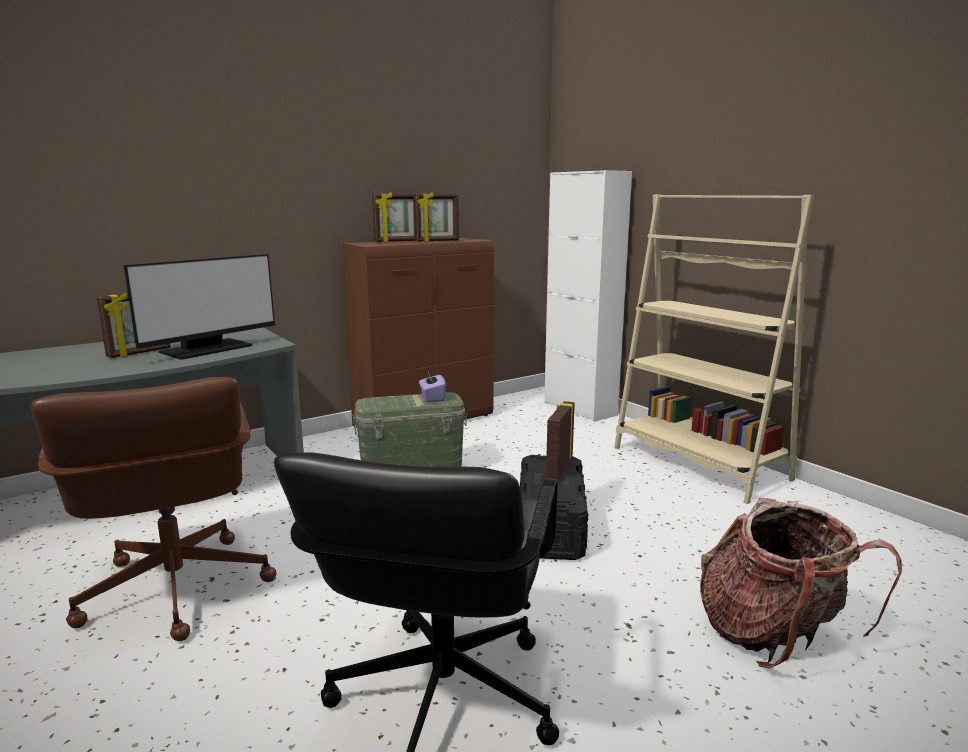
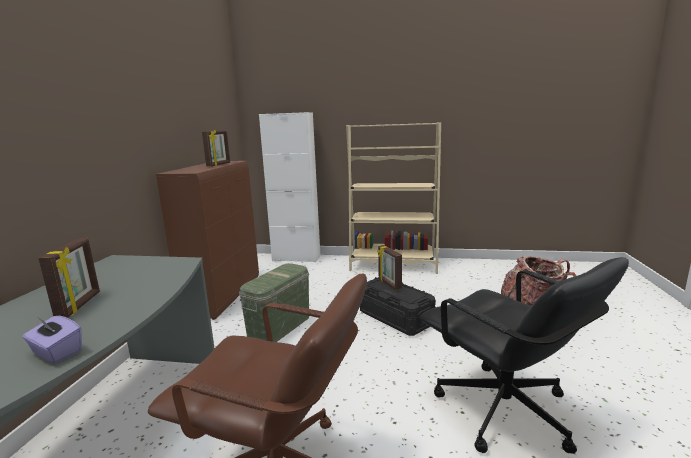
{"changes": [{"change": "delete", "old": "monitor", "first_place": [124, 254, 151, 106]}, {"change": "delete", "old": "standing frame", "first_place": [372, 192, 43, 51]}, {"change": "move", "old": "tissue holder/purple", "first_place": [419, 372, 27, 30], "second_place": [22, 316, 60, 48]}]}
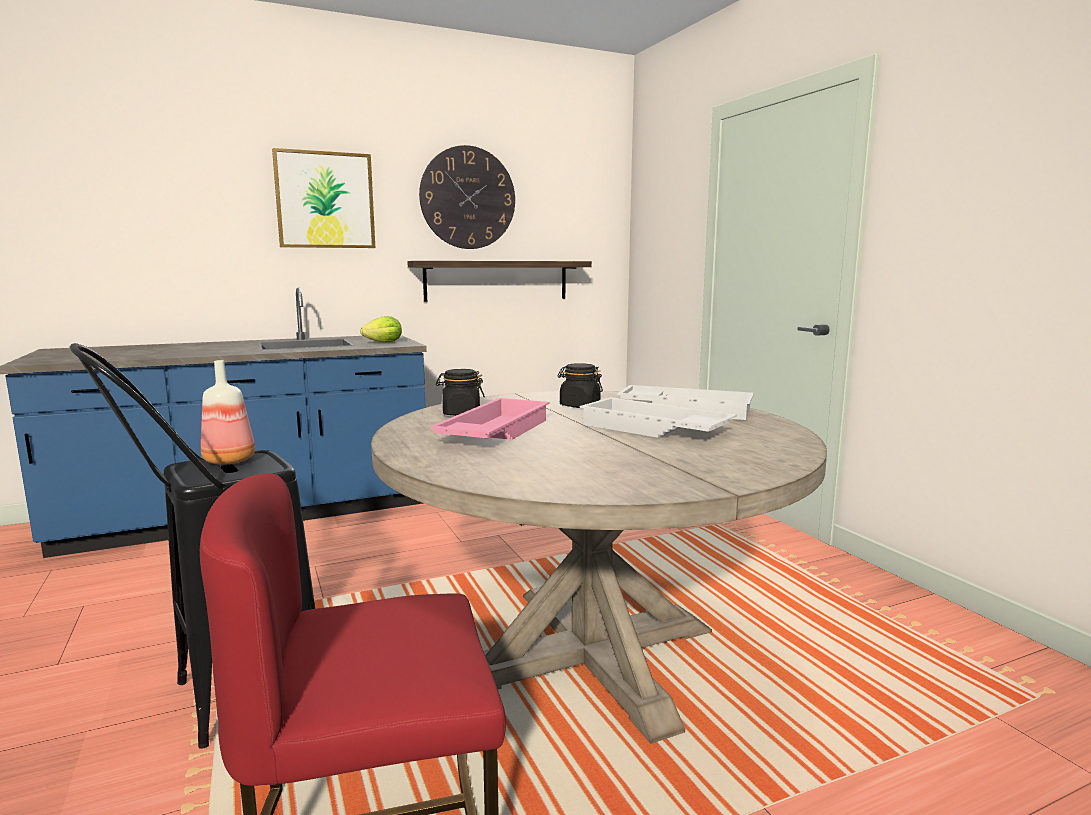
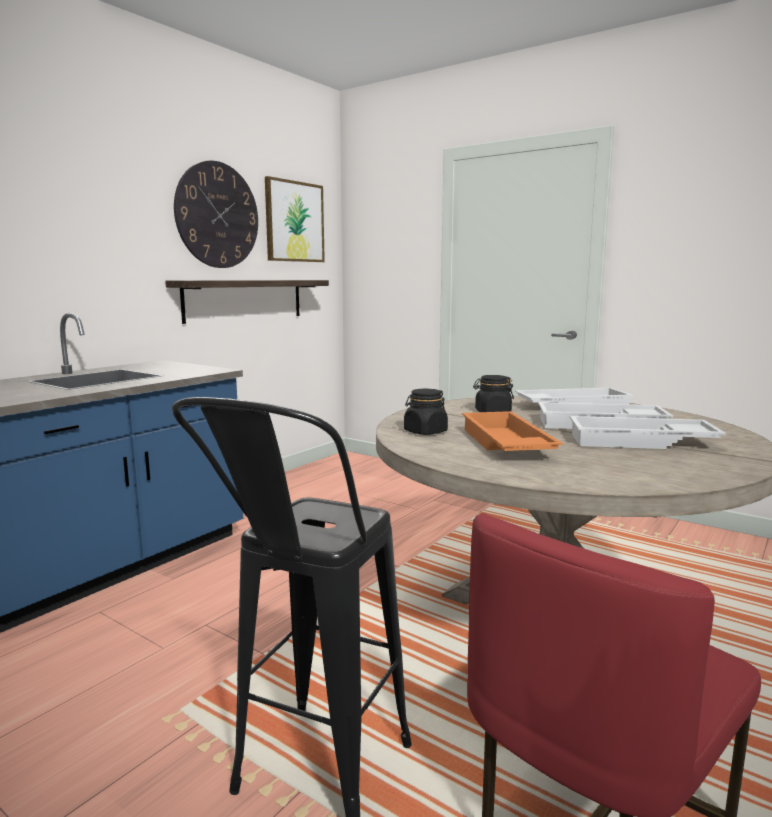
{"changes": [{"change": "delete", "old": "beverage bottle", "first_place": [201, 360, 54, 105]}, {"change": "delete", "old": "lettuce", "first_place": [360, 316, 42, 26]}, {"change": "insert", "new": "tray/whitish", "second_place": [570, 416, 156, 33]}, {"change": "move", "old": "wall picture", "first_place": [272, 148, 103, 100], "second_place": [265, 176, 60, 86]}, {"change": "recolor", "old": "tray/pink", "new": "tray/orange-coloured", "first_place": [430, 398, 120, 42], "second_place": [462, 411, 101, 40]}]}
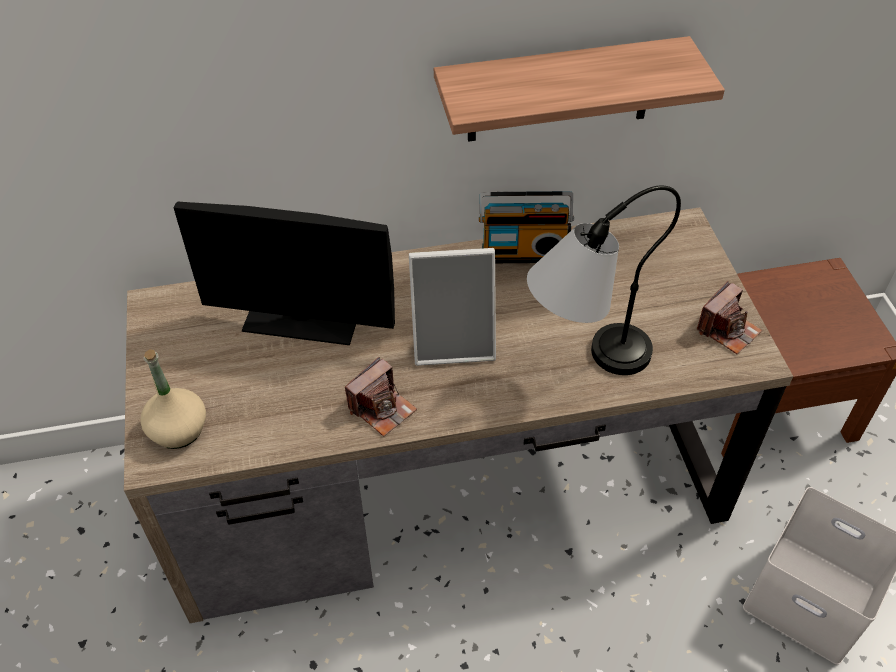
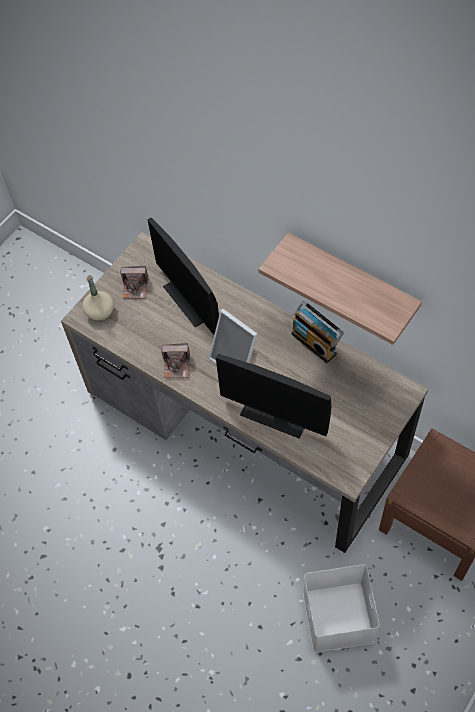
{"changes": [{"change": "move", "old": "photo camera", "first_place": [697, 281, 65, 73], "second_place": [120, 266, 28, 33]}, {"change": "replace", "old": "table lamp", "new": "monitor", "first_place": [527, 186, 154, 189], "second_place": [216, 354, 115, 85]}]}
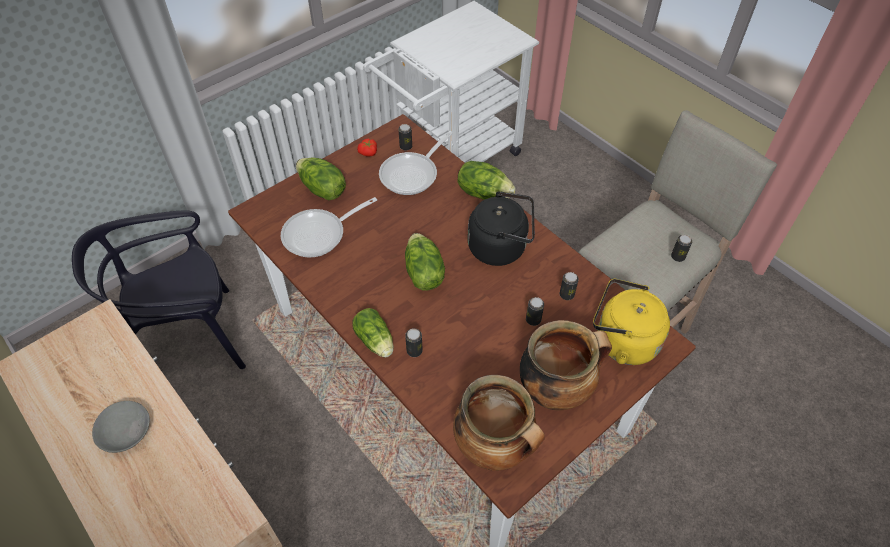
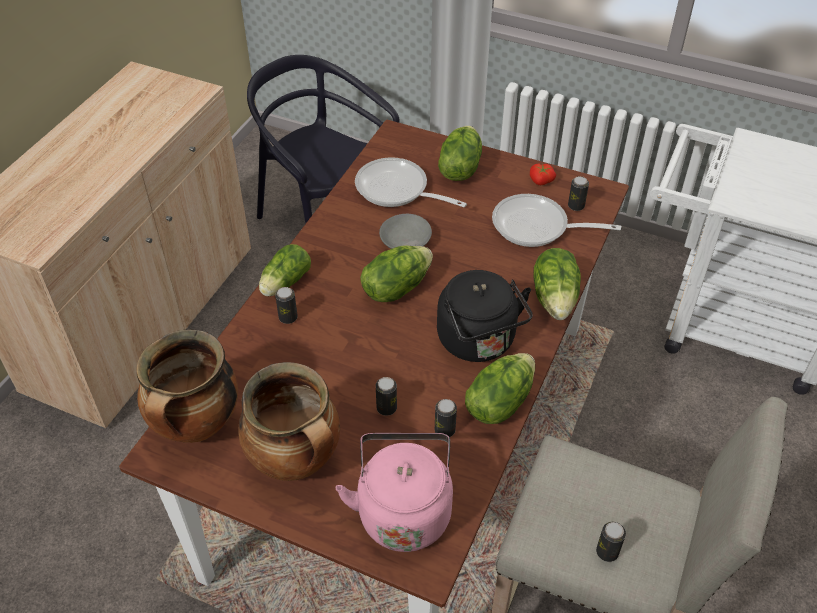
{"changes": [{"change": "insert", "new": "lettuce", "second_place": [465, 353, 70, 71]}, {"change": "move", "old": "serving bowl/grey", "first_place": [92, 401, 58, 52], "second_place": [379, 214, 53, 35]}, {"change": "recolor", "old": "kettle/yellowish", "new": "kettle/pink", "first_place": [593, 278, 77, 87], "second_place": [336, 433, 117, 119]}]}
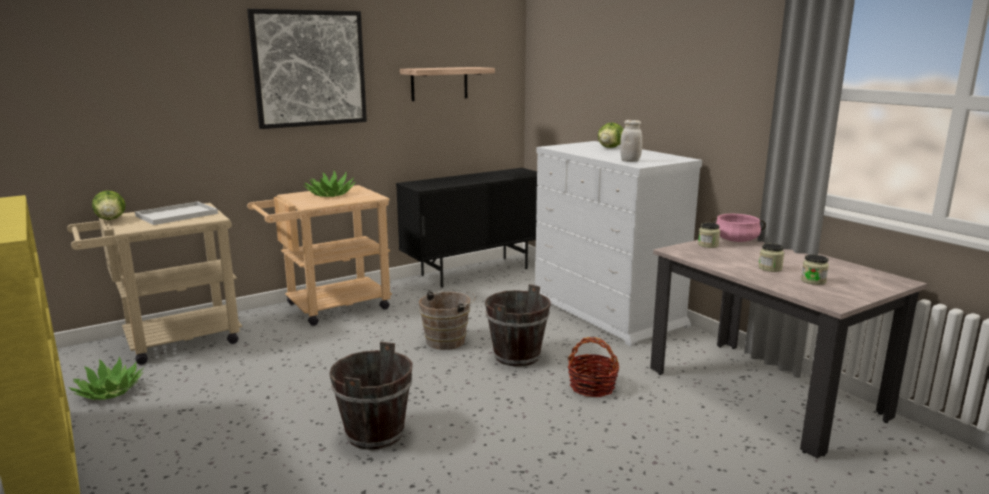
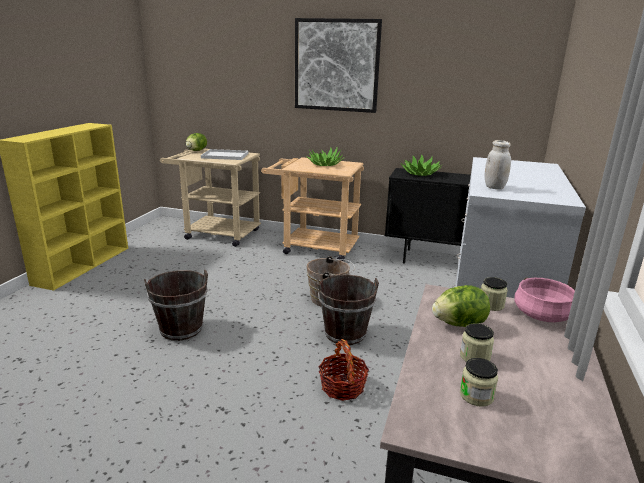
{"changes": [{"change": "delete", "old": "bracket shelf", "first_place": [400, 67, 95, 34]}, {"change": "move", "old": "plant in a pot", "first_place": [68, 357, 76, 43], "second_place": [401, 154, 42, 22]}, {"change": "move", "old": "lettuce", "first_place": [598, 122, 26, 26], "second_place": [432, 285, 58, 42]}]}
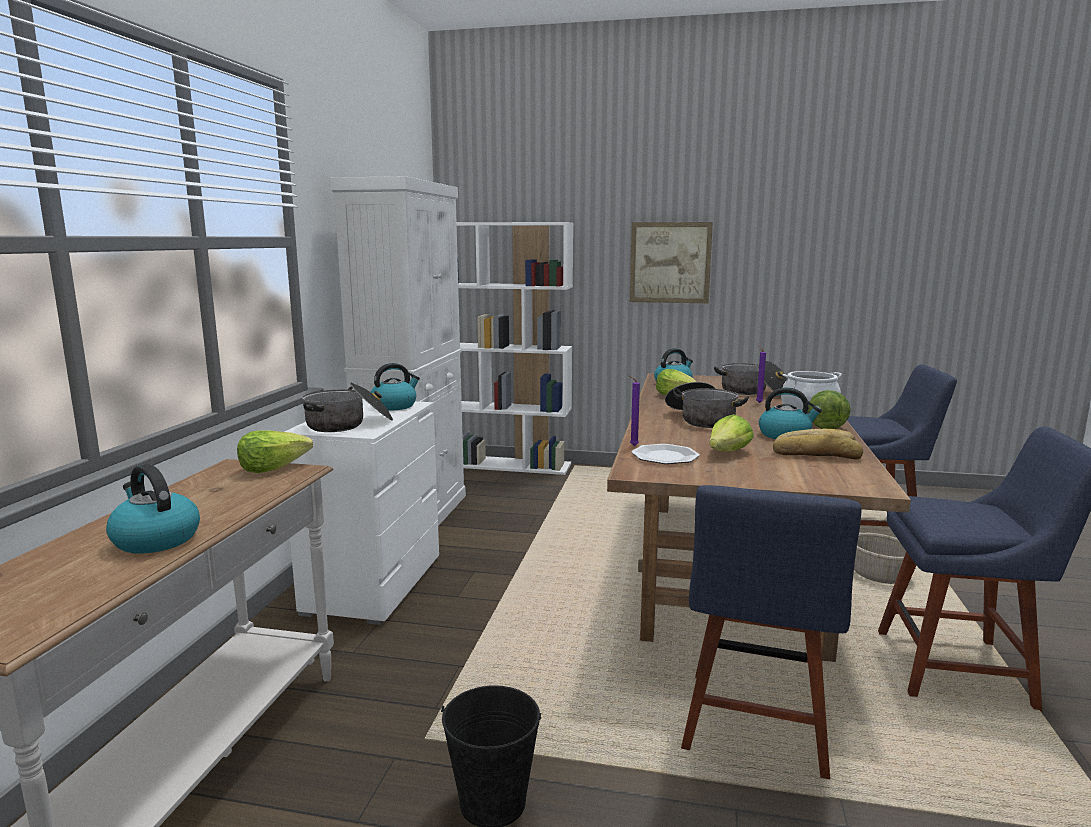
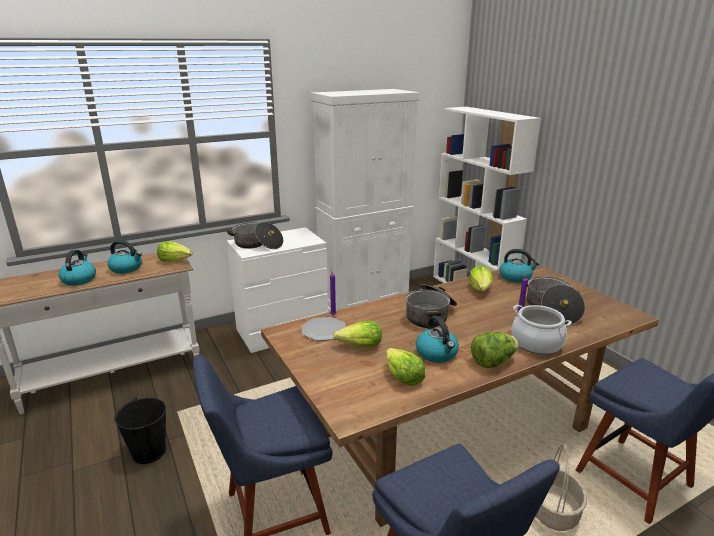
{"changes": [{"change": "delete", "old": "wall picture", "first_place": [630, 222, 83, 81]}, {"change": "move", "old": "kettle", "first_place": [371, 363, 49, 48], "second_place": [107, 240, 35, 34]}, {"change": "replace", "old": "bread", "new": "lettuce", "first_place": [773, 428, 90, 32], "second_place": [386, 348, 39, 38]}]}
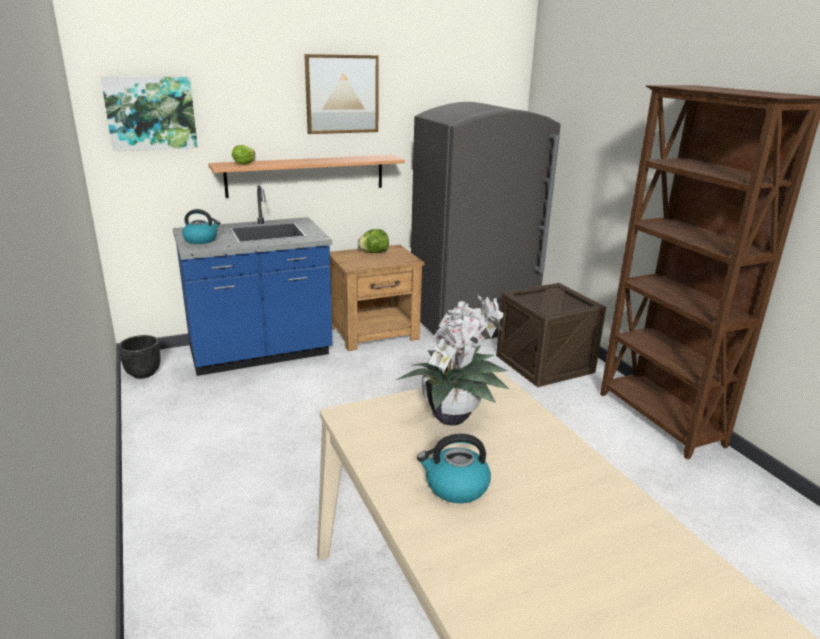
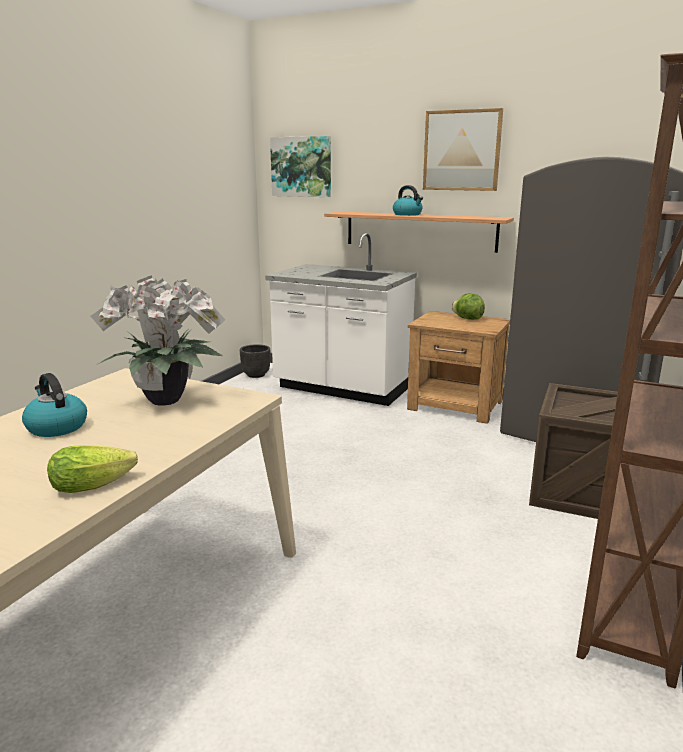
{"changes": [{"change": "move", "old": "kettle", "first_place": [182, 209, 38, 35], "second_place": [393, 185, 30, 31]}, {"change": "move", "old": "lettuce", "first_place": [232, 145, 23, 20], "second_place": [47, 445, 91, 48]}, {"change": "recolor", "old": "counter/blue", "new": "counter/whitish", "first_place": [173, 185, 159, 191], "second_place": [265, 233, 152, 173]}]}
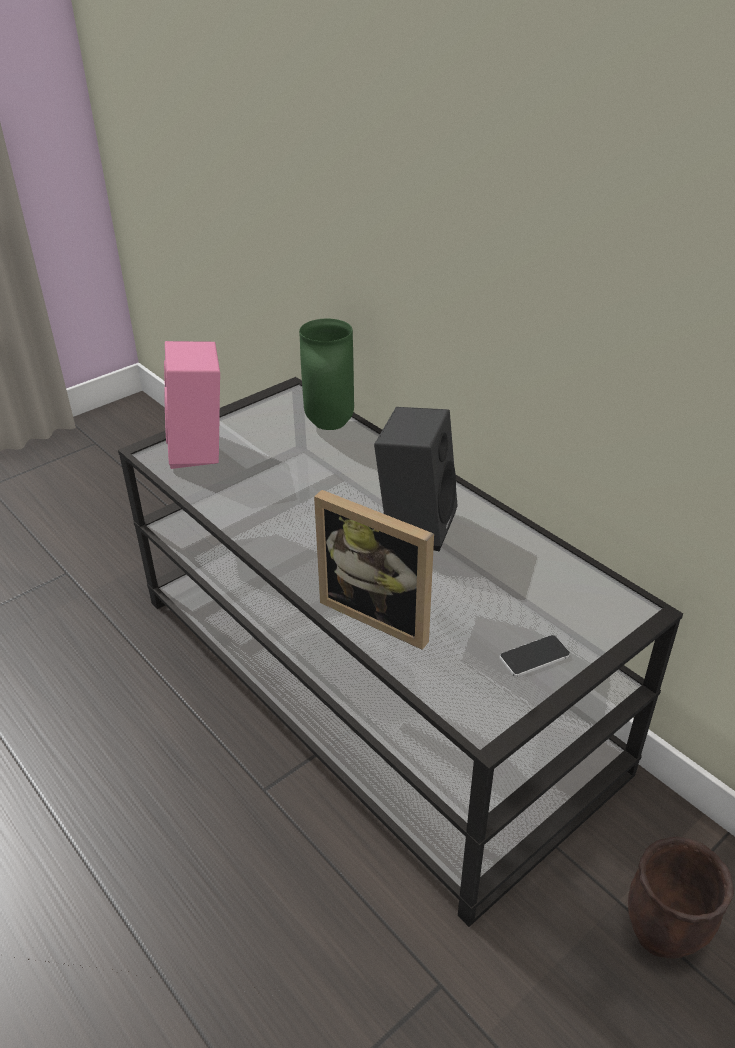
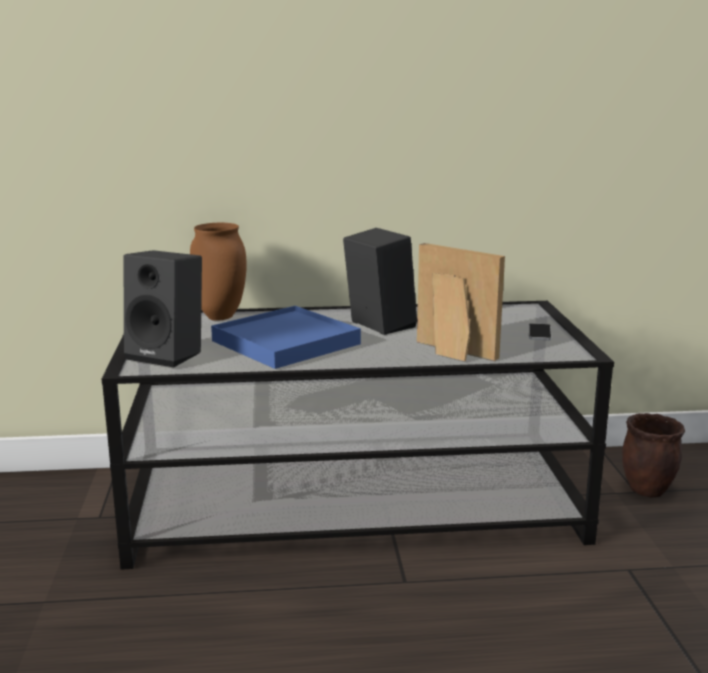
{"changes": [{"change": "insert", "new": "tray/blue", "second_place": [211, 306, 150, 63]}, {"change": "recolor", "old": "speaker/pink", "new": "speaker/blackish", "first_place": [164, 341, 56, 128], "second_place": [123, 250, 79, 118]}, {"change": "recolor", "old": "decorative vase/greenish", "new": "decorative vase/brownish", "first_place": [299, 319, 55, 111], "second_place": [190, 223, 57, 98]}, {"change": "rotate", "old": "standing frame", "first_place": [314, 490, 120, 160], "second_place": [417, 243, 88, 118], "degrees": -120}]}
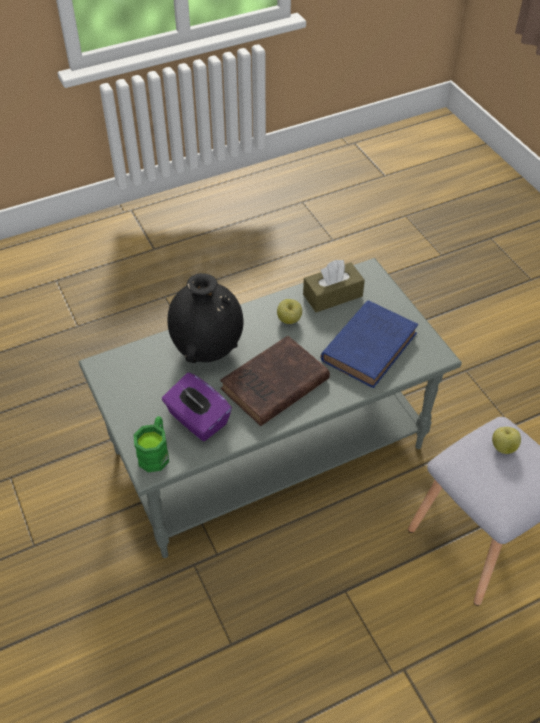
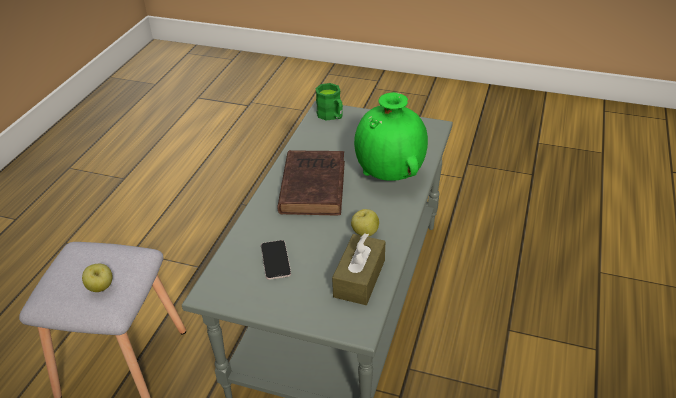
{"changes": [{"change": "delete", "old": "tissue holder/purple", "first_place": [162, 372, 70, 69]}, {"change": "replace", "old": "volume/blue", "new": "handset", "first_place": [321, 300, 97, 88], "second_place": [261, 240, 30, 40]}, {"change": "recolor", "old": "decorative vase/blackish", "new": "decorative vase/greenish", "first_place": [168, 273, 75, 90], "second_place": [354, 92, 74, 89]}]}
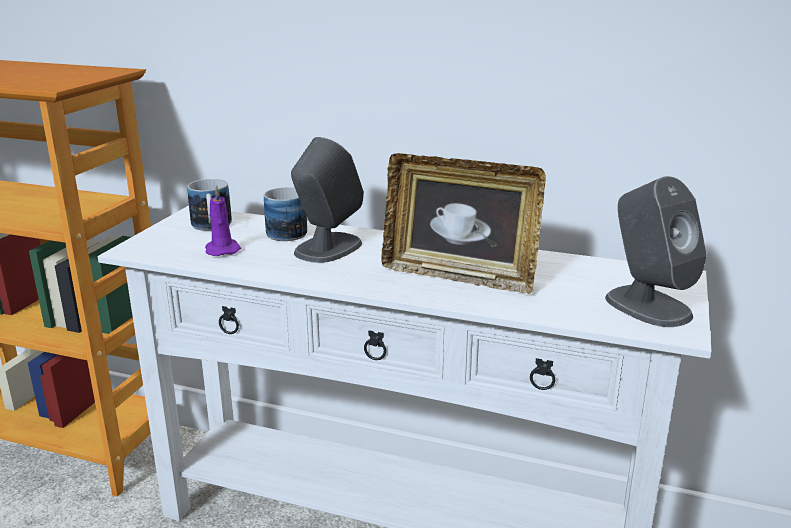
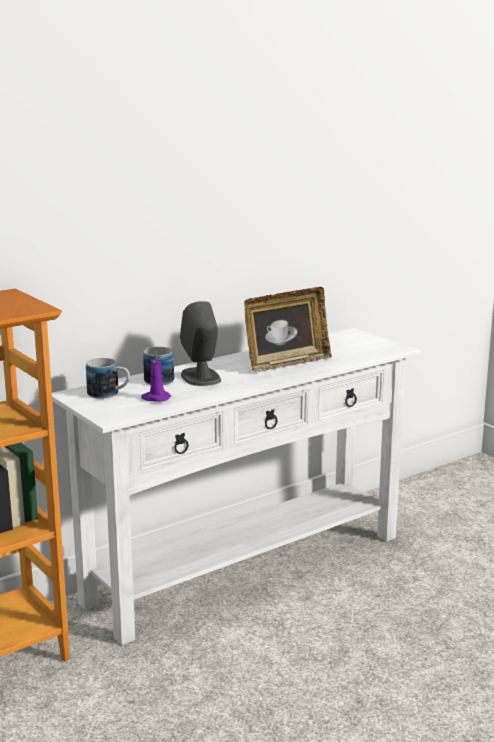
{"changes": [{"change": "delete", "old": "speaker/grey", "first_place": [605, 176, 102, 151]}]}
